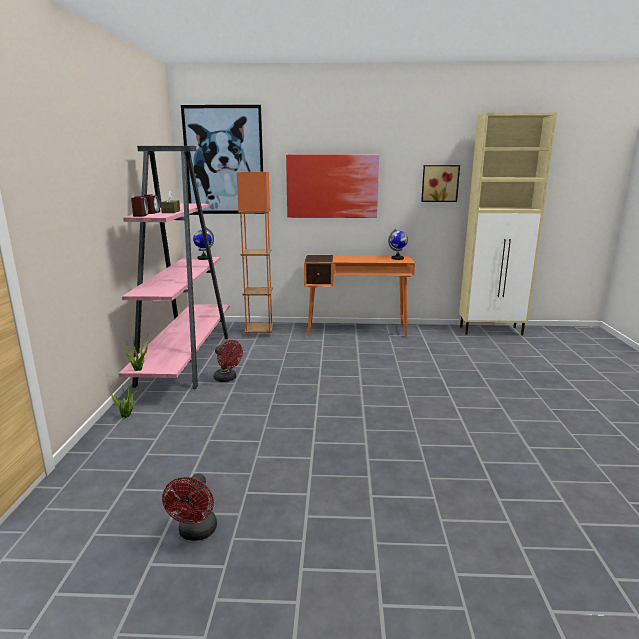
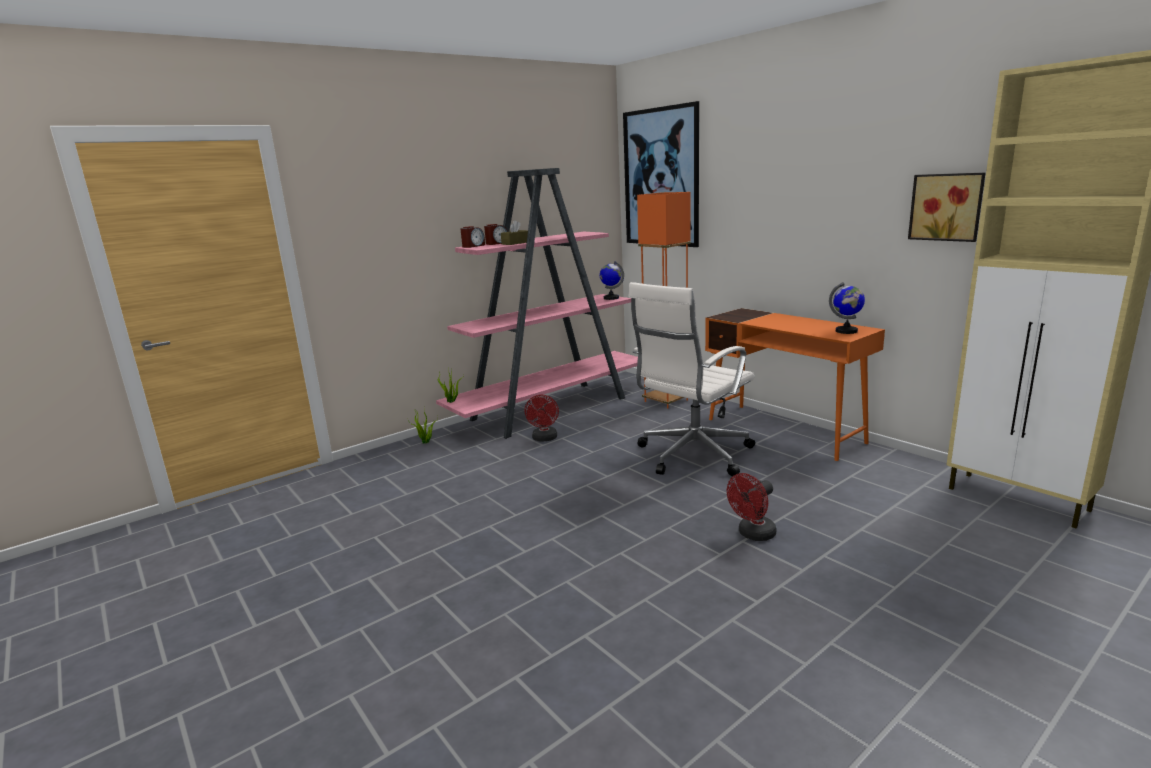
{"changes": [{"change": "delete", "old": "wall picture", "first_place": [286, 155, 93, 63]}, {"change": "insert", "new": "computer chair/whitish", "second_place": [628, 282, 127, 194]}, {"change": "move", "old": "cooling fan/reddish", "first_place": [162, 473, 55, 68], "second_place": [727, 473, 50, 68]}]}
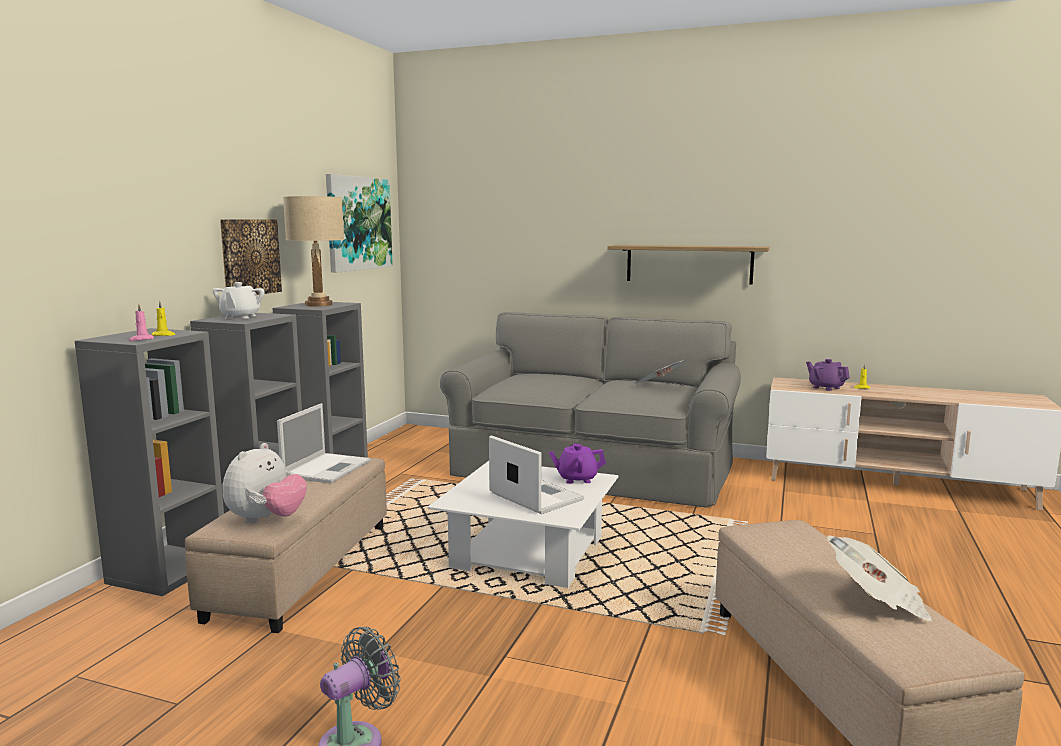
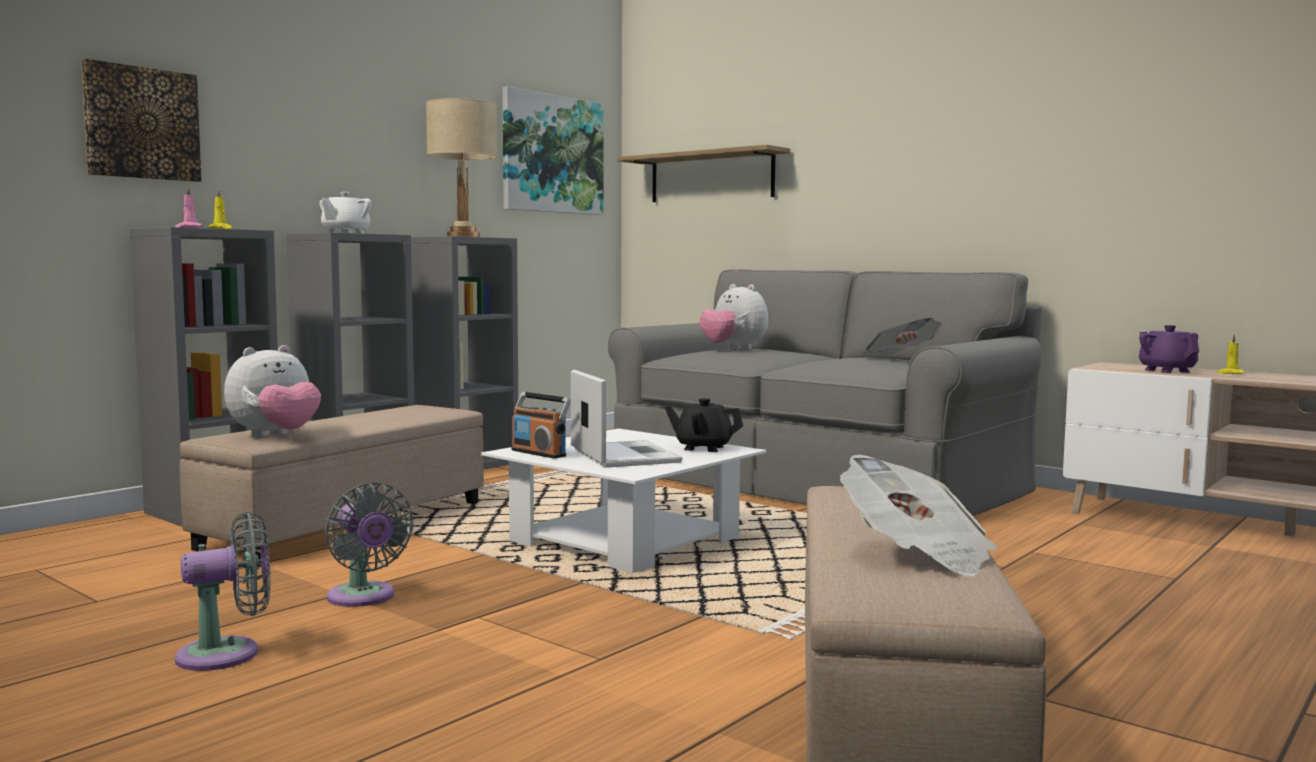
{"changes": [{"change": "delete", "old": "laptop", "first_place": [277, 403, 93, 80]}, {"change": "insert", "new": "cooling fan/grey", "second_place": [325, 482, 89, 125]}, {"change": "insert", "new": "radio", "second_place": [512, 392, 59, 67]}, {"change": "insert", "new": "plush toy", "second_place": [700, 284, 68, 66]}, {"change": "move", "old": "wall picture", "first_place": [220, 219, 62, 76], "second_place": [81, 59, 120, 123]}, {"change": "move", "old": "bracket shelf", "first_place": [608, 245, 162, 39], "second_place": [617, 145, 173, 57]}, {"change": "recolor", "old": "pot for tea/purple", "new": "pot for tea/blackish", "first_place": [549, 444, 57, 40], "second_place": [665, 398, 78, 54]}]}
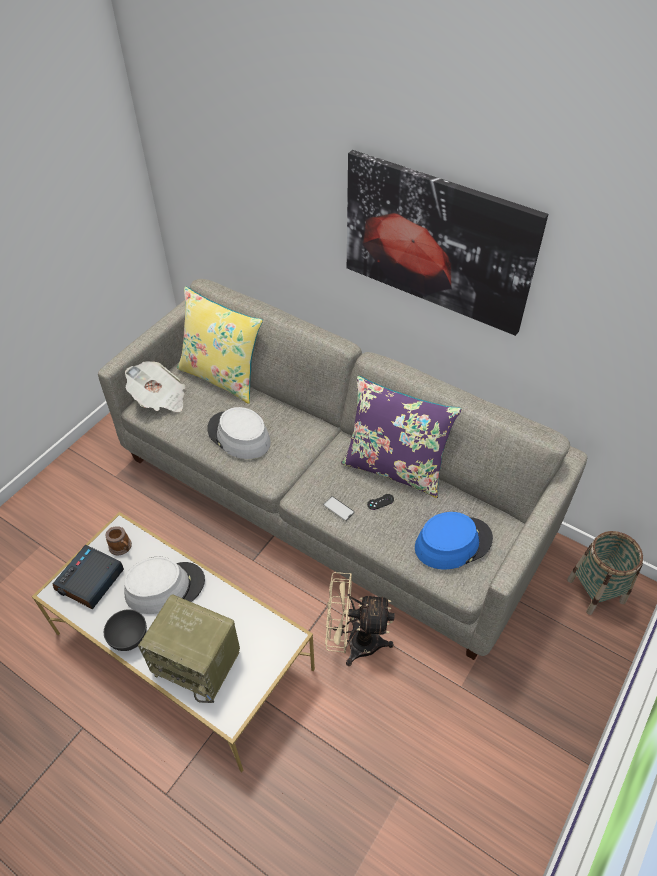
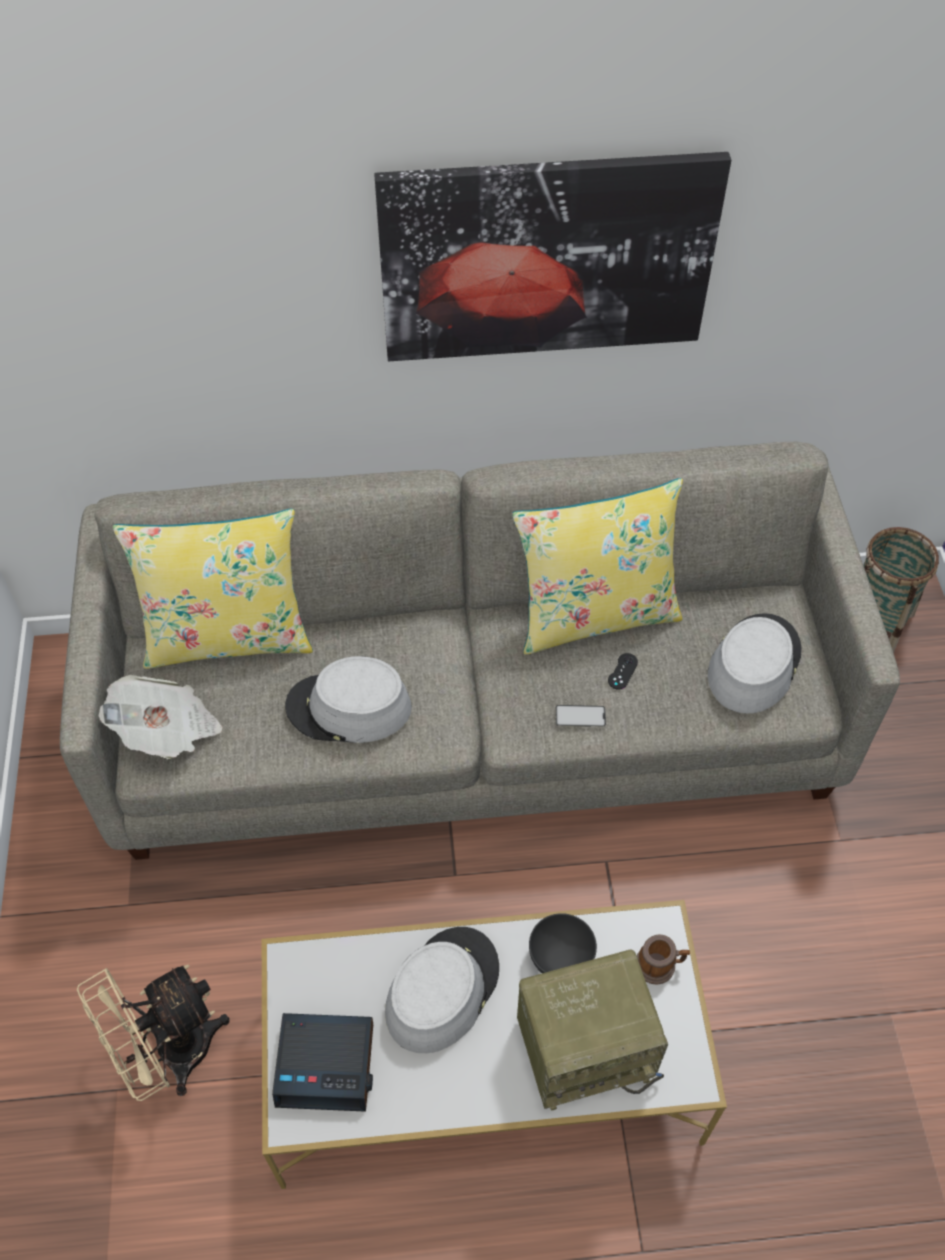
{"changes": [{"change": "move", "old": "serving bowl/grey", "first_place": [104, 609, 43, 42], "second_place": [529, 913, 68, 60]}, {"change": "move", "old": "coffee mug", "first_place": [106, 526, 26, 30], "second_place": [637, 935, 53, 49]}, {"change": "move", "old": "cooling fan/beige", "first_place": [325, 572, 70, 94], "second_place": [77, 965, 153, 136]}, {"change": "recolor", "old": "cushion/purple", "new": "cushion/yellowish", "first_place": [341, 376, 121, 122], "second_place": [512, 478, 171, 177]}, {"change": "recolor", "old": "wearable hat/blue", "new": "wearable hat/grey", "first_place": [415, 512, 78, 57], "second_place": [708, 613, 94, 101]}, {"change": "rotate", "old": "alarm clock", "first_place": [53, 545, 71, 64], "second_place": [272, 1013, 101, 99], "degrees": -75}]}
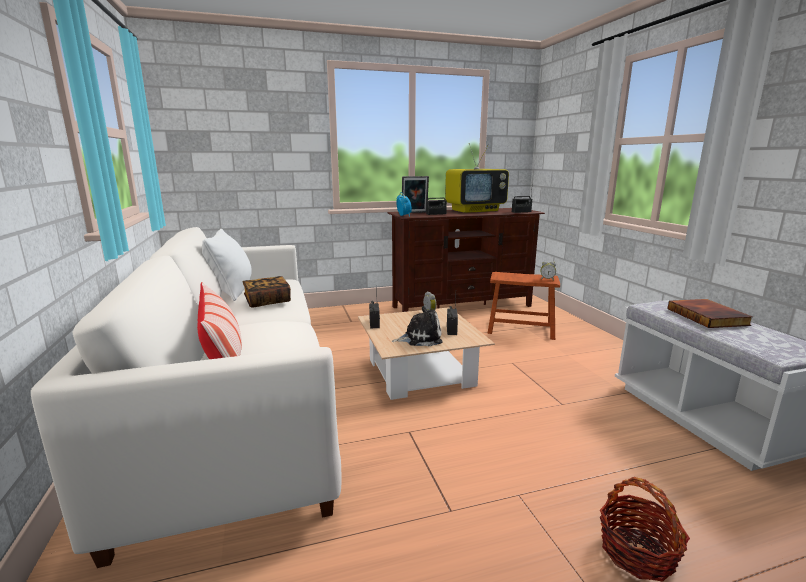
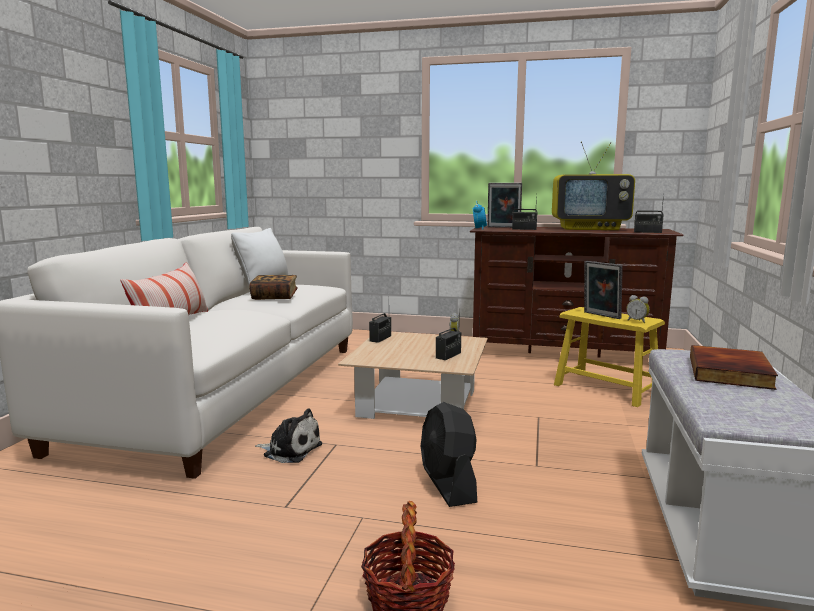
{"changes": [{"change": "insert", "new": "cooling fan/blackish", "second_place": [421, 402, 56, 105]}, {"change": "insert", "new": "standing frame", "second_place": [584, 261, 39, 58]}, {"change": "move", "old": "plush toy", "first_place": [392, 306, 51, 40], "second_place": [255, 408, 67, 55]}, {"change": "recolor", "old": "stool seat/brownish", "new": "stool seat/yellowish", "first_place": [488, 272, 72, 68], "second_place": [554, 307, 111, 100]}]}
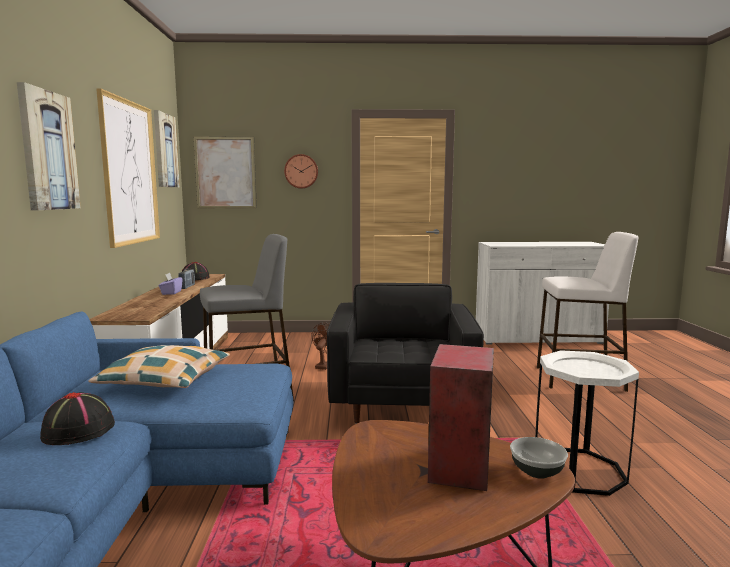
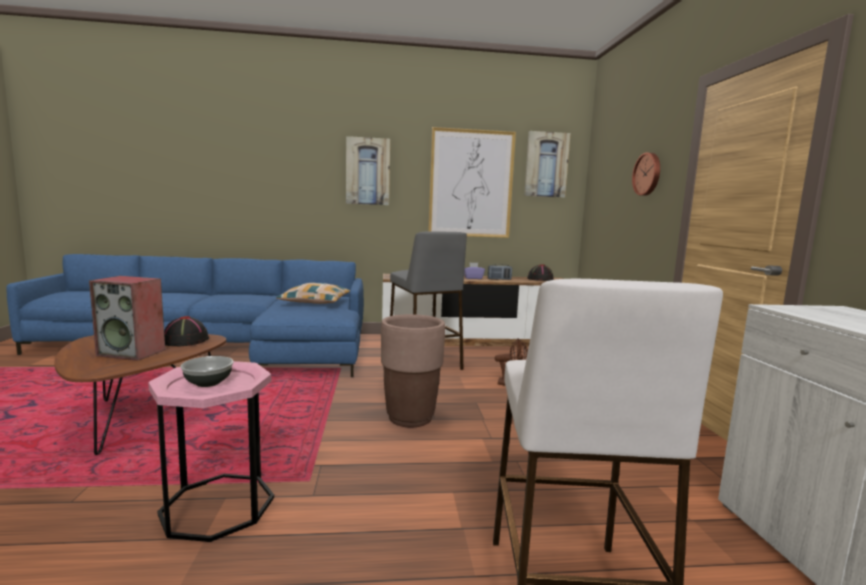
{"changes": [{"change": "delete", "old": "wall picture", "first_place": [193, 137, 64, 72]}, {"change": "move", "old": "wearable hat/blackish", "first_place": [40, 392, 75, 53], "second_place": [164, 316, 45, 30]}, {"change": "move", "old": "serving bowl", "first_place": [510, 437, 58, 42], "second_place": [181, 356, 52, 31]}, {"change": "replace", "old": "lounge chair/blackish", "new": "flower pot/brownish", "first_place": [327, 283, 157, 141], "second_place": [381, 314, 64, 114]}, {"change": "recolor", "old": "accent table/whitish", "new": "accent table/pink", "first_place": [535, 350, 104, 146], "second_place": [148, 361, 126, 181]}]}
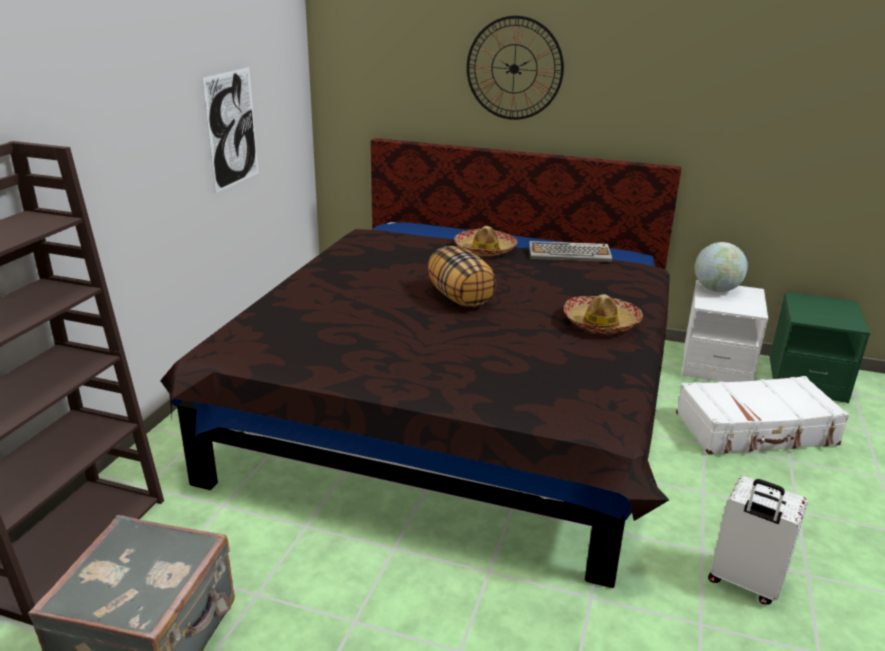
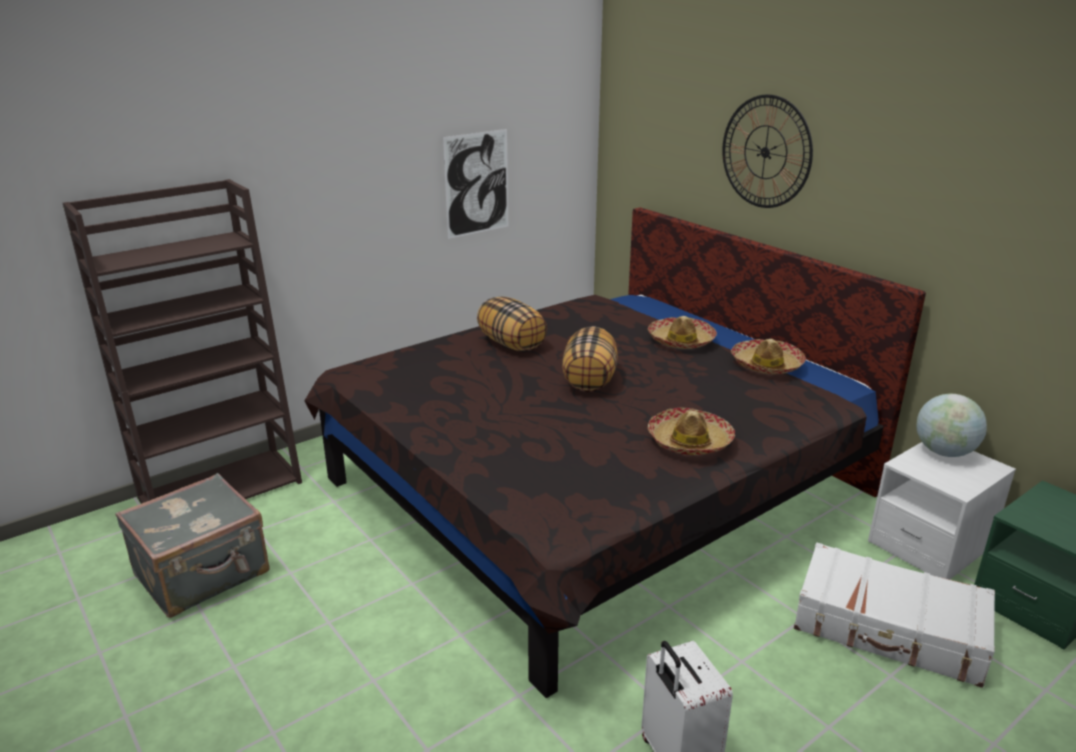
{"changes": [{"change": "insert", "new": "cushion", "second_place": [477, 297, 70, 54]}, {"change": "replace", "old": "PC keyboard", "new": "wearable hat", "first_place": [529, 241, 83, 21], "second_place": [731, 339, 75, 35]}]}
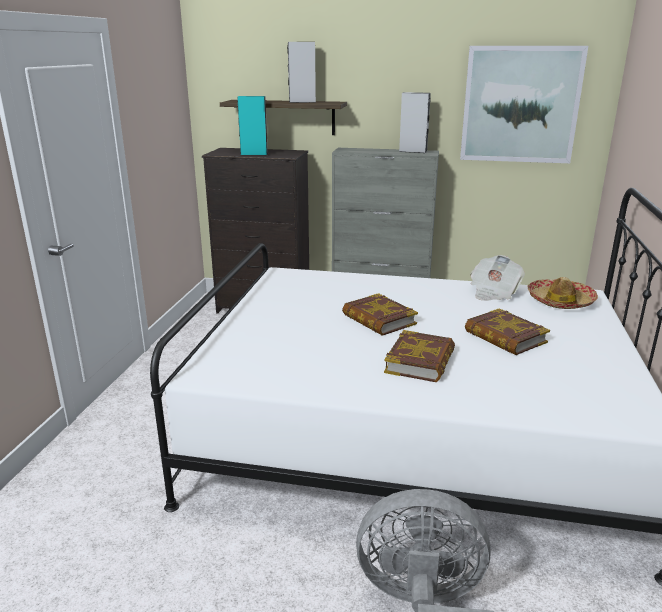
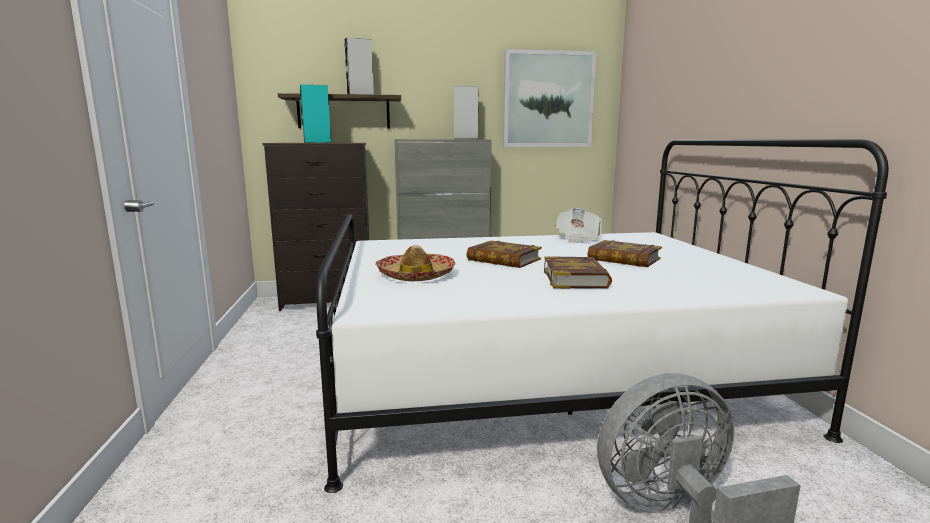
{"changes": [{"change": "move", "old": "wearable hat", "first_place": [527, 277, 71, 32], "second_place": [375, 245, 80, 36]}]}
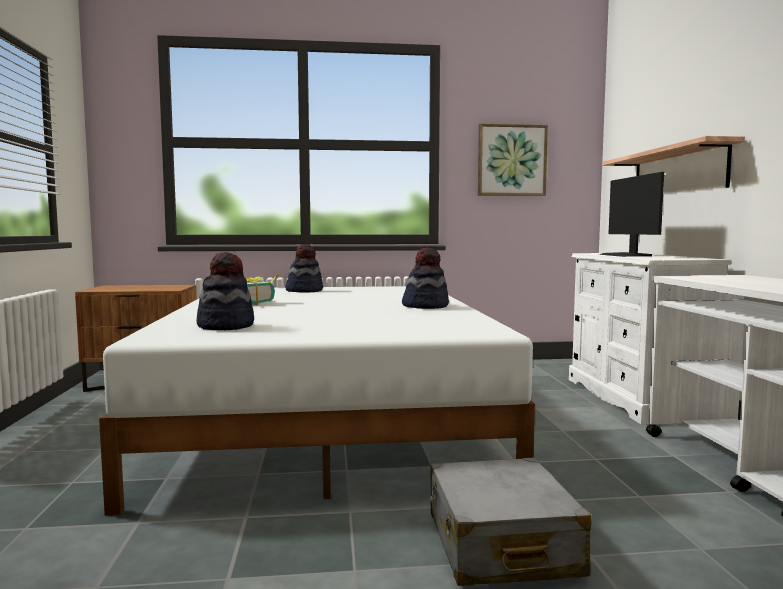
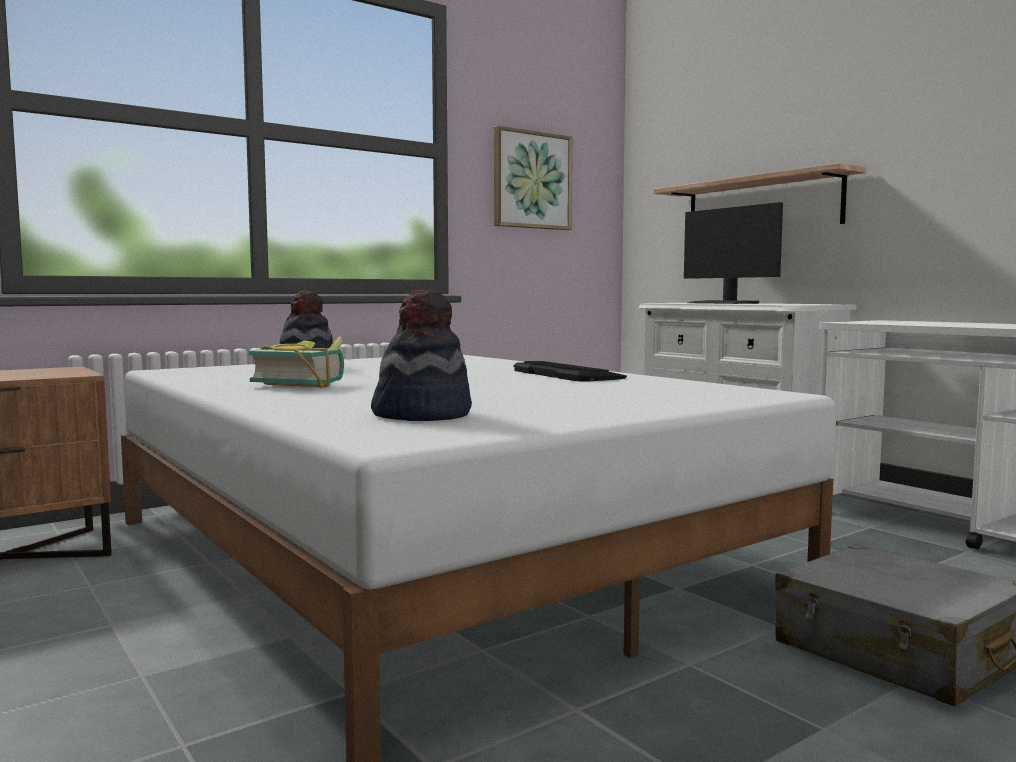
{"changes": [{"change": "replace", "old": "wearable hat", "new": "PC keyboard", "first_place": [402, 248, 47, 61], "second_place": [514, 361, 113, 21]}]}
